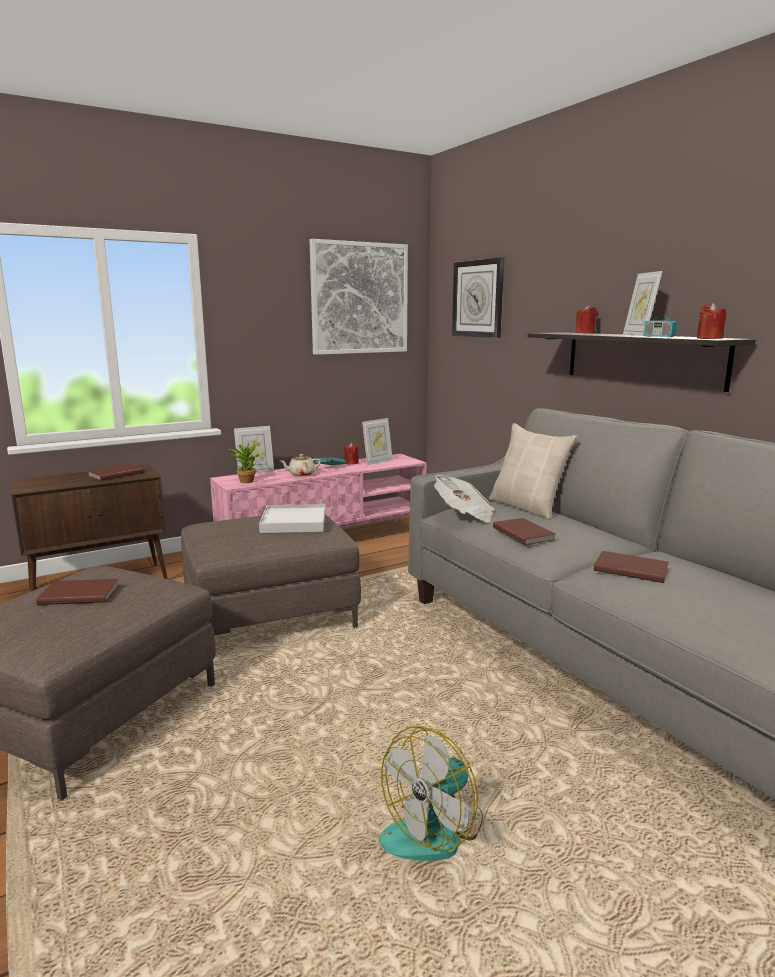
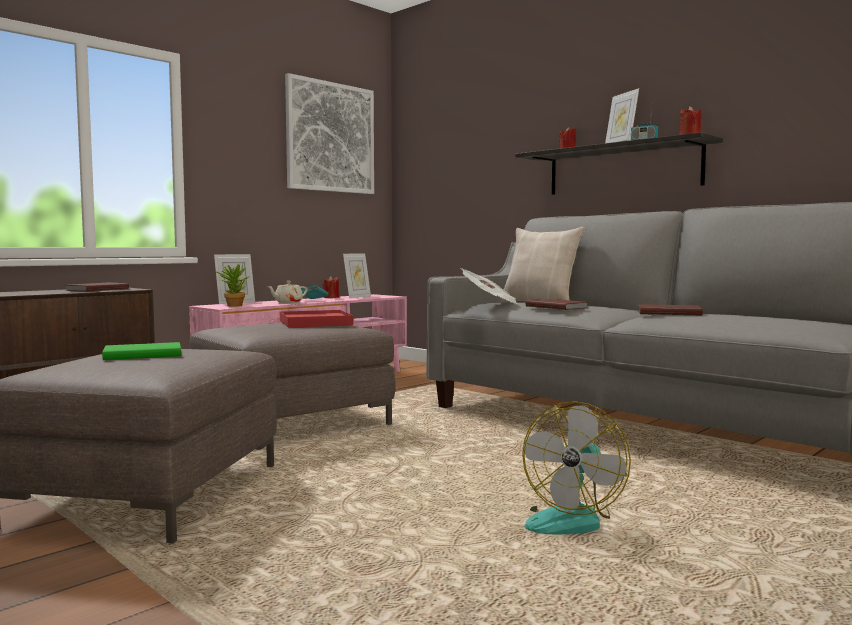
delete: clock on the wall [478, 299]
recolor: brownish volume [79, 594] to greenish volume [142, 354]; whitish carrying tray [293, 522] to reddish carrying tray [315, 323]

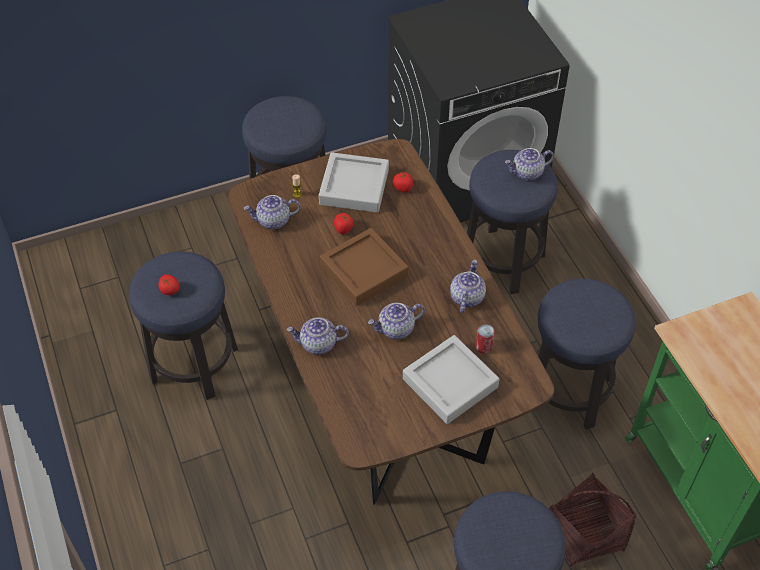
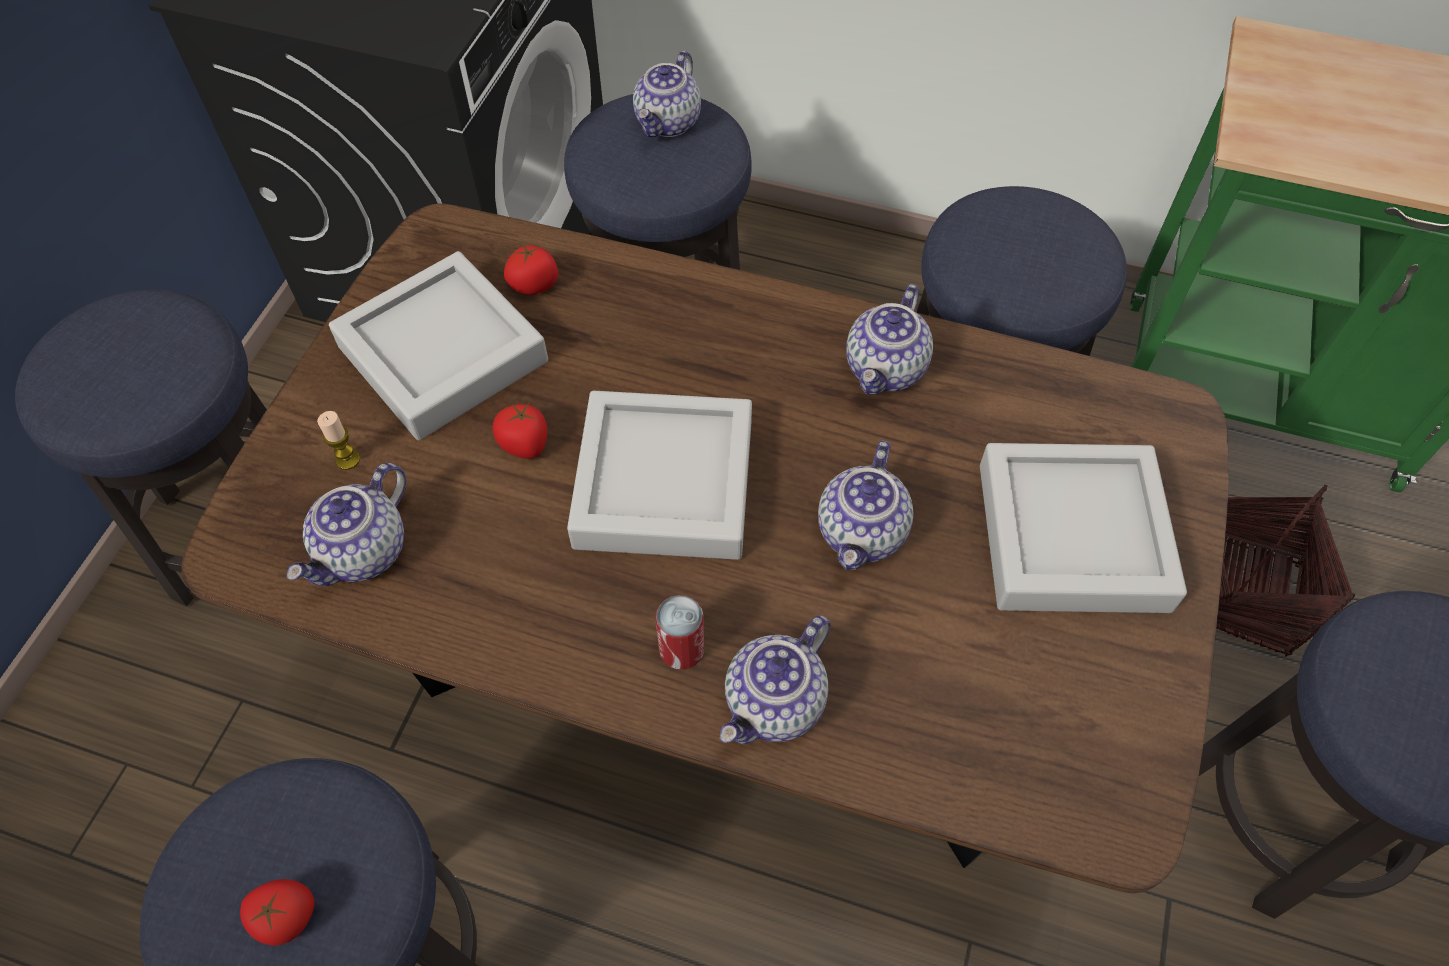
move: metal can [484, 347] to [681, 649]
recolor: brownish carrying tray [364, 270] to gray carrying tray [664, 484]
rotate: teapot [466, 297] = [886, 369] 120 degrees counterclockwise

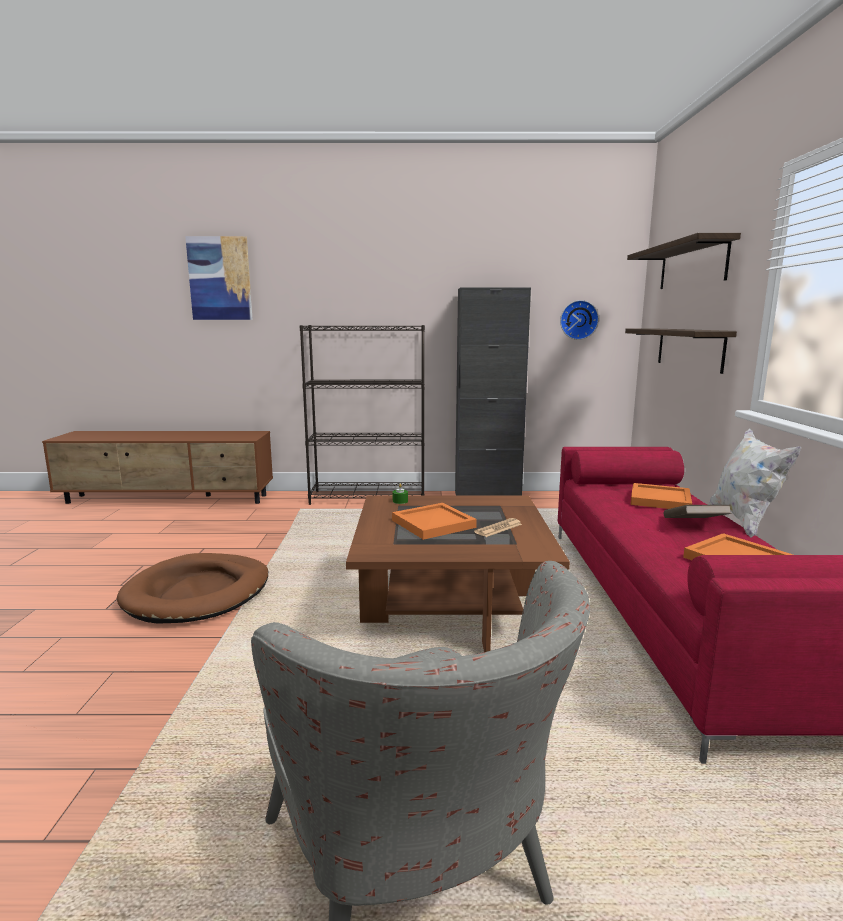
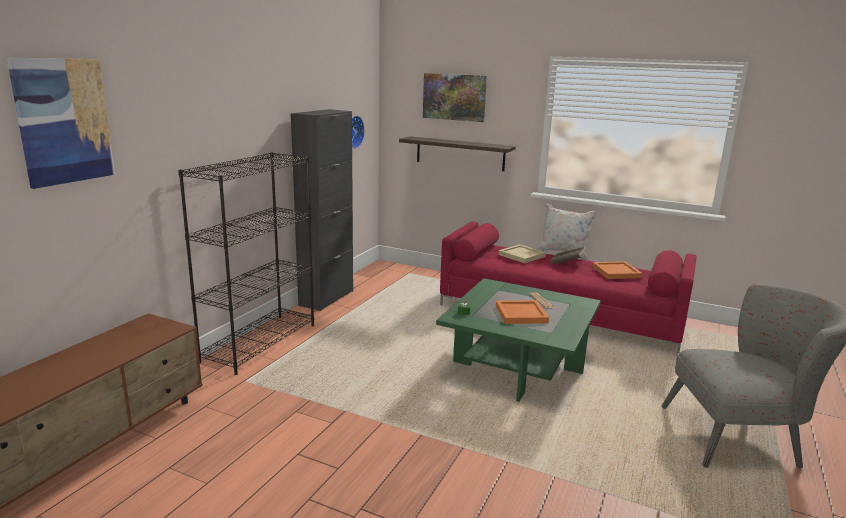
delete: brownish dog cushion [198, 593]
replace: wall shelf [692, 265] to picture [454, 97]
recolor: brownish low table [450, 608] to greenish low table [517, 367]; orange carrying tray [661, 500] to beige-coloured carrying tray [522, 255]

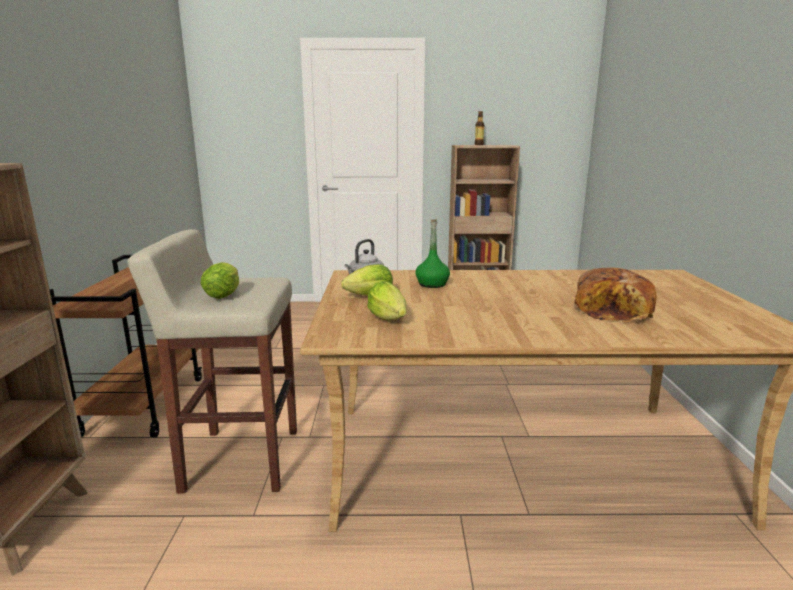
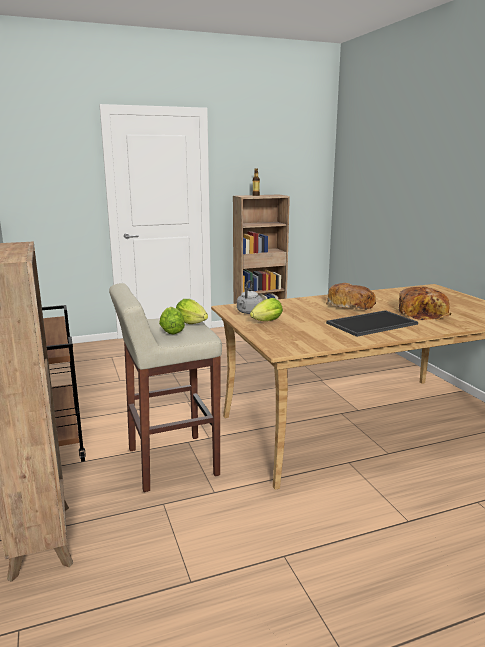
delete: greenish beverage bottle [432, 284]
insert: baked bread [350, 305]; carrying tray [372, 324]
move: lettuce head [389, 320] to [193, 324]

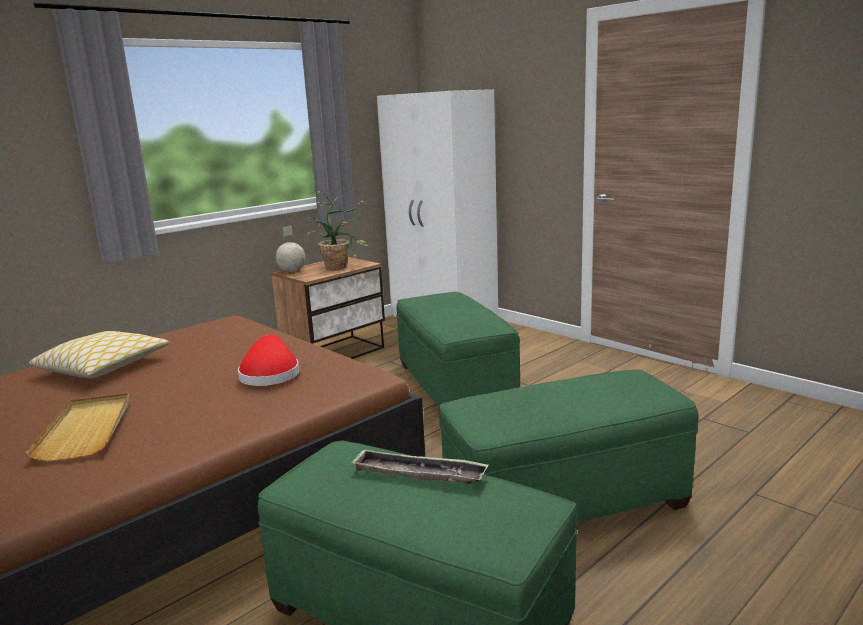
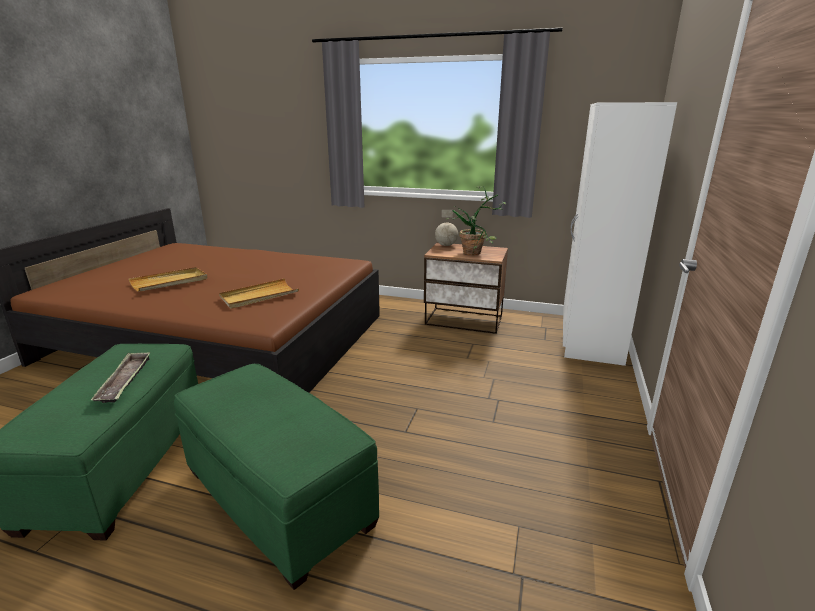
delete: throw pillow [103, 367]; greenish ottoman [455, 386]
replace: reddish wearable hat [270, 374] to beige-coloured carrying tray [259, 296]

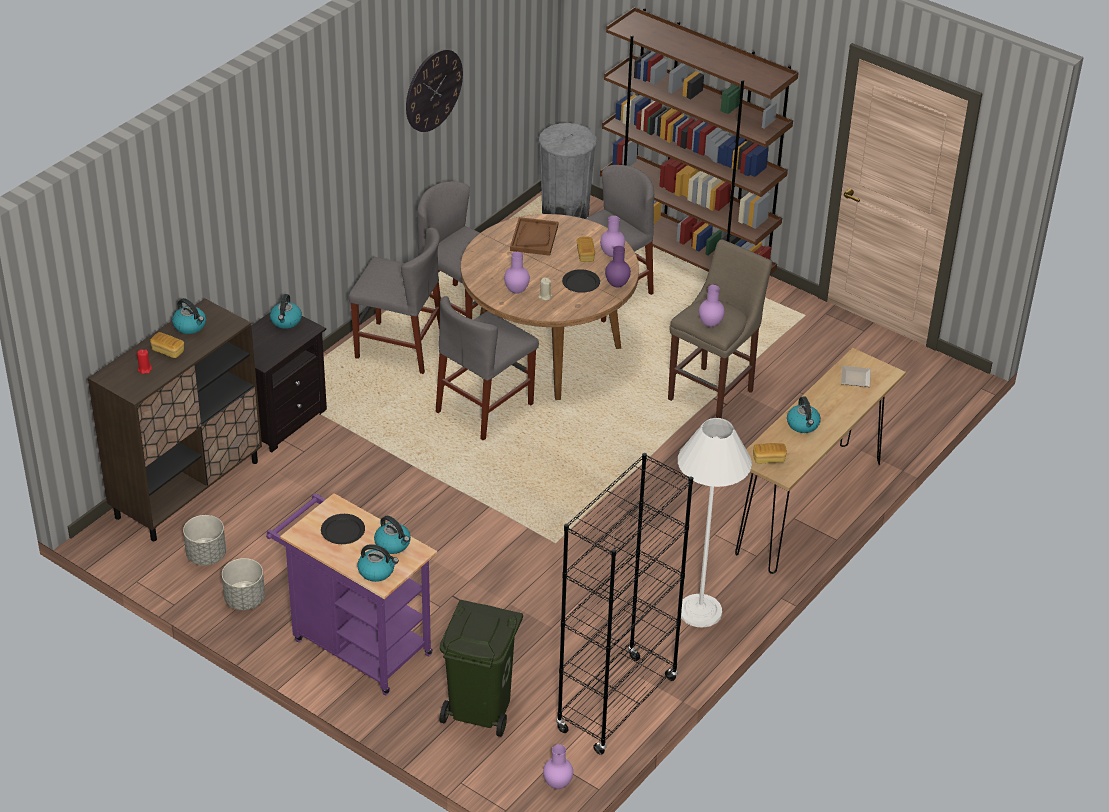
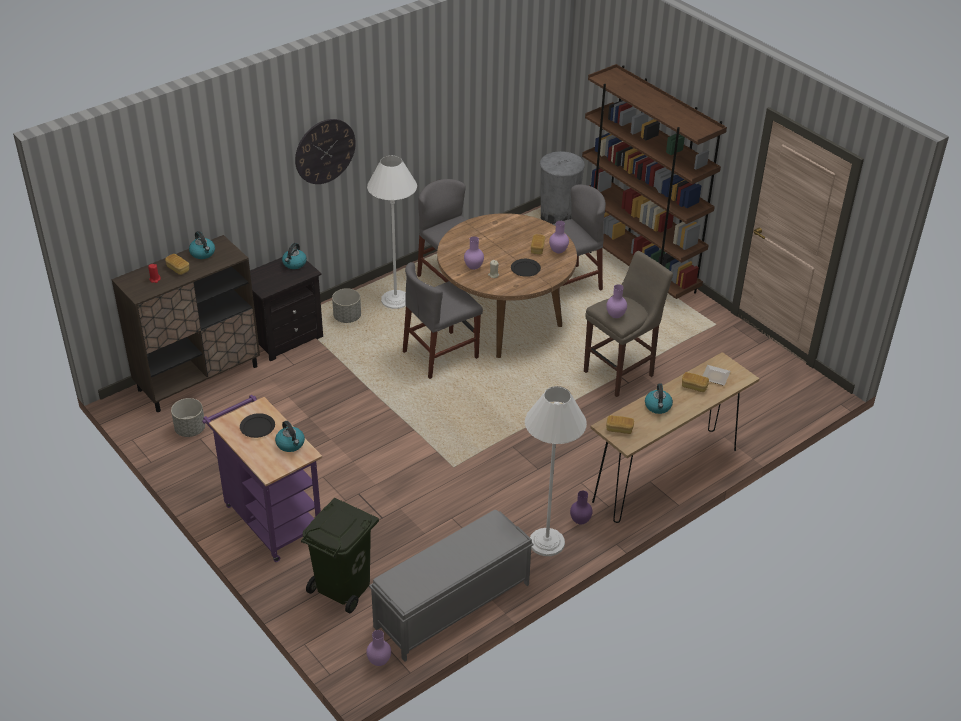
delete: tea kettle [377, 571]; brownish carrying tray [534, 238]
insert: baked bread [694, 386]
move: gray planter [244, 600] to [347, 317]; clock on the wall [433, 90] to [325, 151]; purple flower vase [617, 285] to [580, 521]
replace: gray chair [400, 348] to whitish standard lamp [395, 300]; blackish bookcase [617, 705] to gray indoor bench [451, 606]

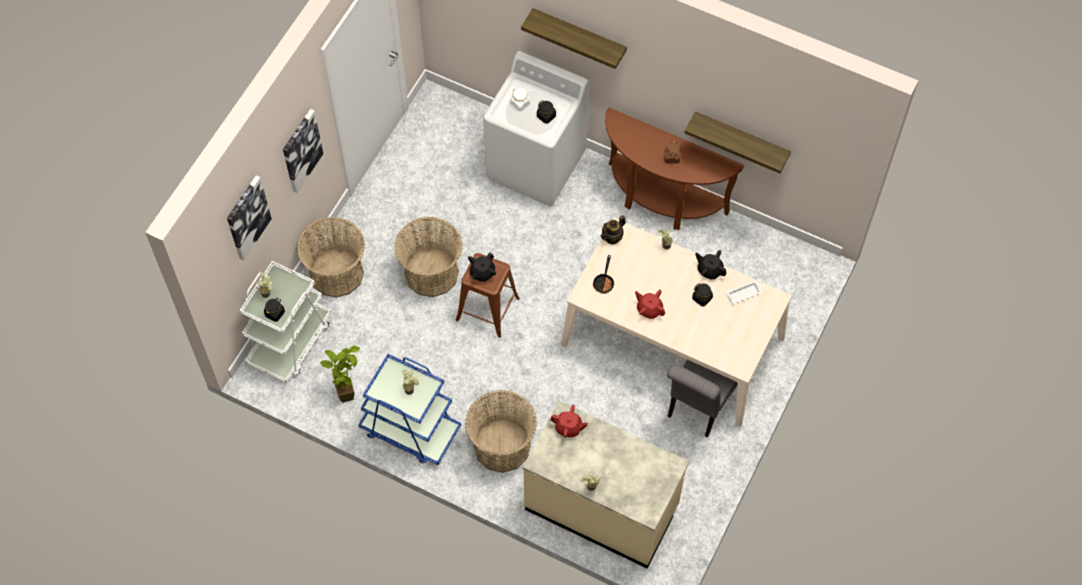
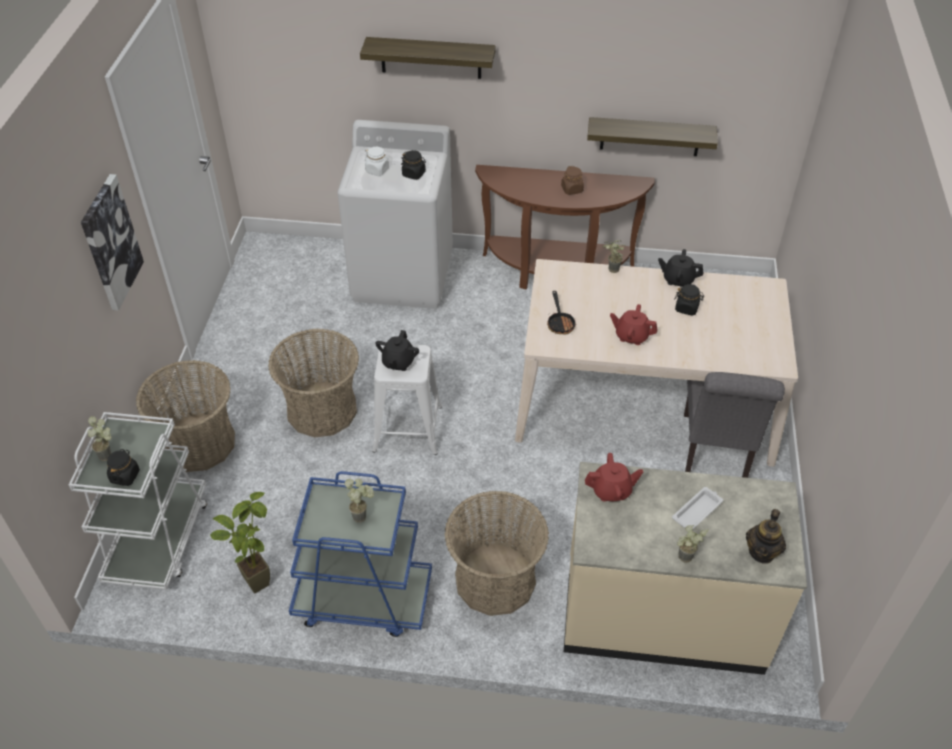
delete: picture [247, 217]
move: teapot [612, 237] to [762, 552]; whitish carrying tray [744, 293] to [697, 510]
recolor: brownish sitting stool [487, 308] to whitish sitting stool [407, 428]

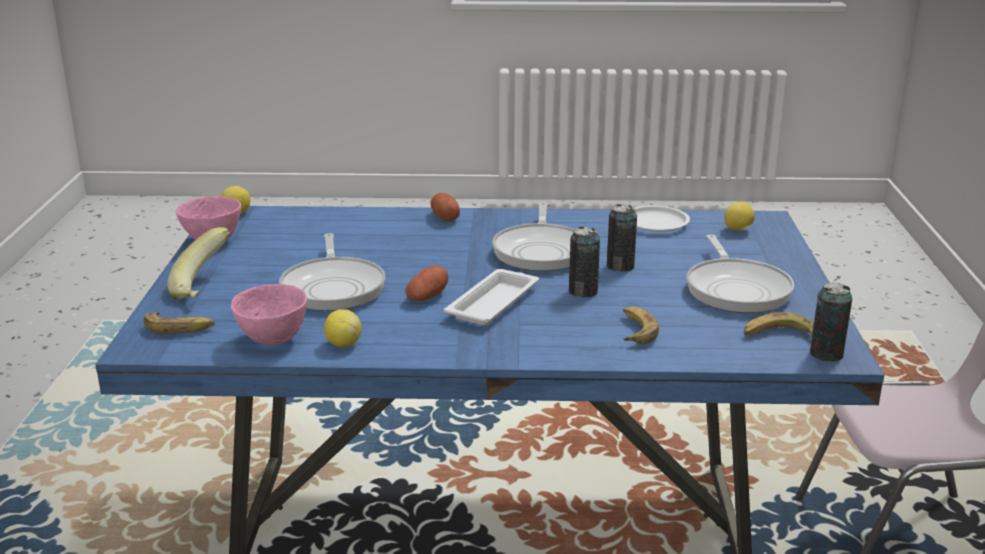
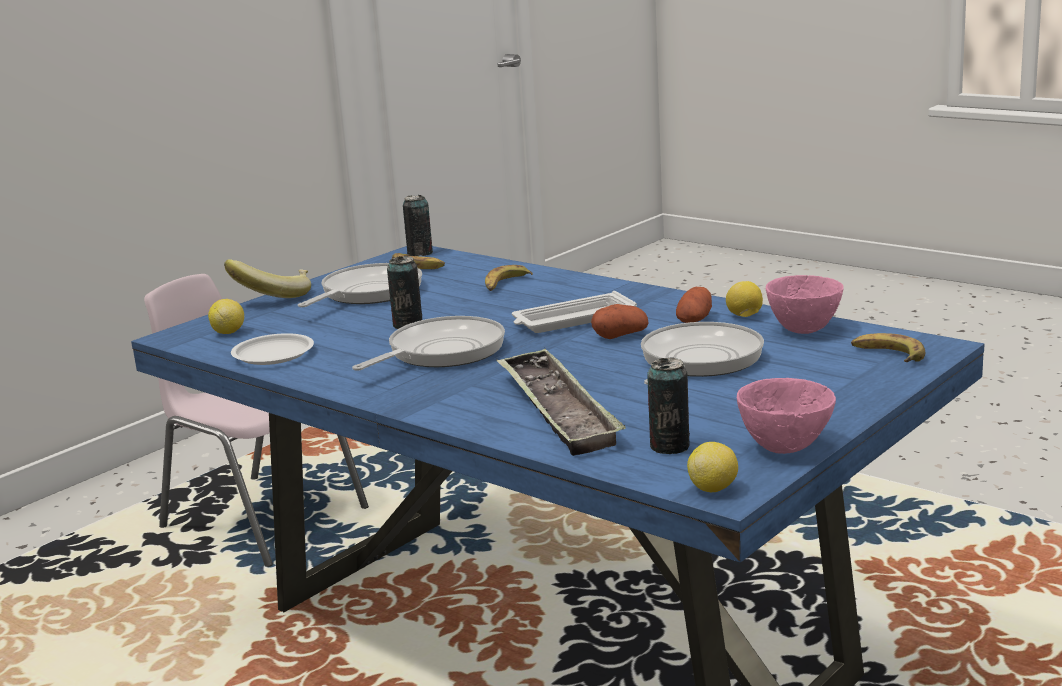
insert: carrying tray [557, 410]
move: whole banana [205, 288] to [274, 296]; potato [444, 217] to [694, 320]; metal can [583, 292] to [669, 446]

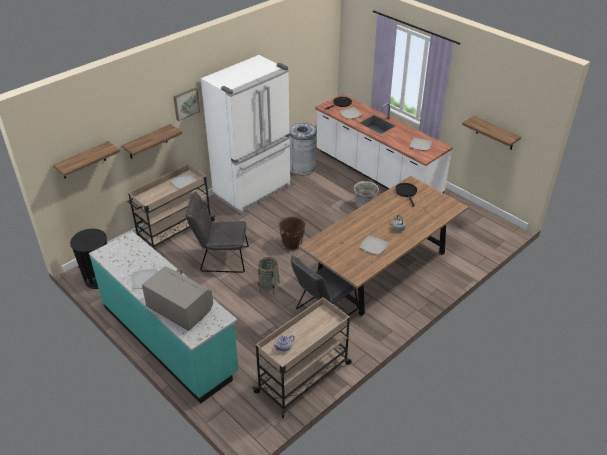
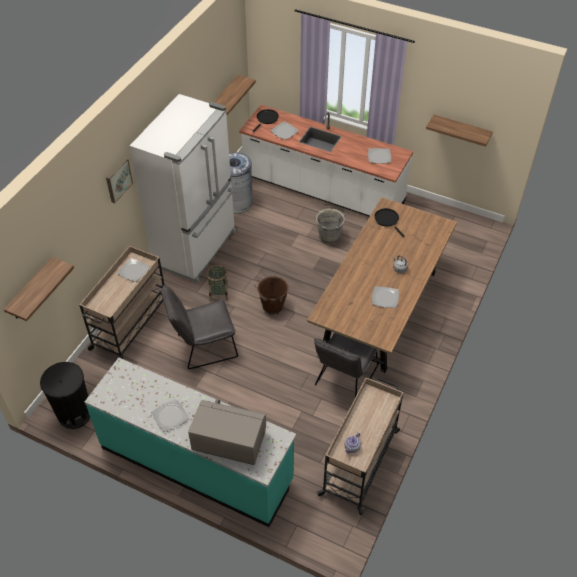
move: wall shelf [147, 142] to [224, 98]; household basket [268, 286] to [218, 293]

